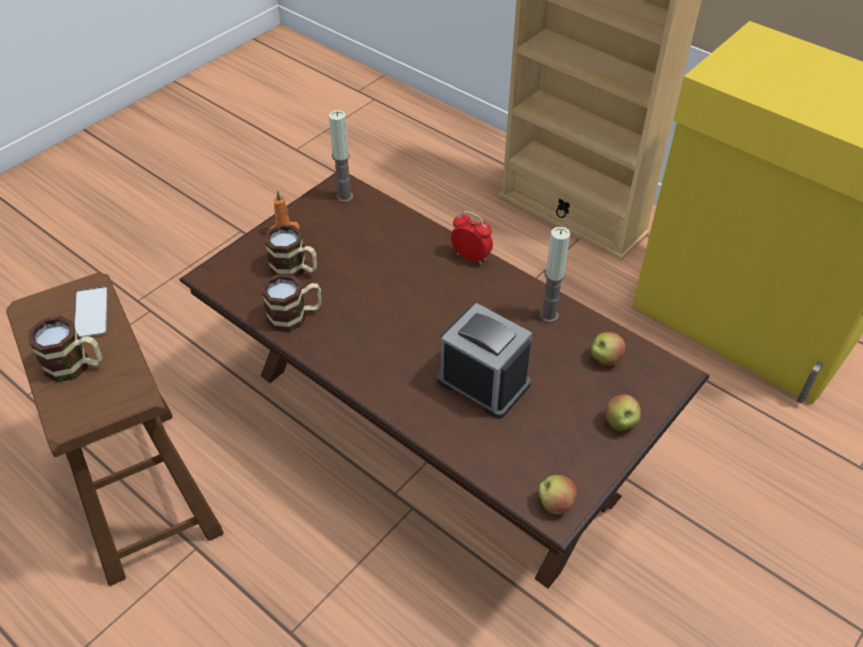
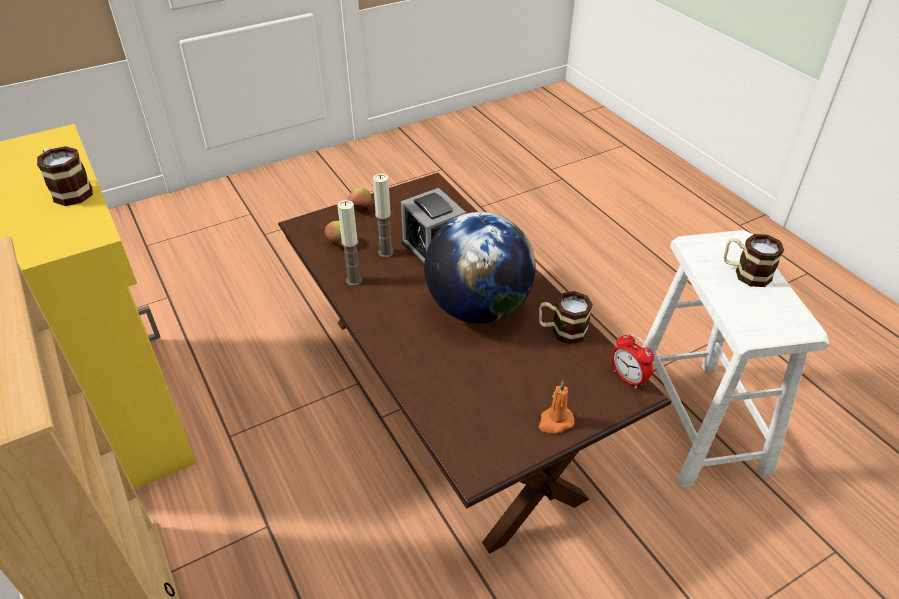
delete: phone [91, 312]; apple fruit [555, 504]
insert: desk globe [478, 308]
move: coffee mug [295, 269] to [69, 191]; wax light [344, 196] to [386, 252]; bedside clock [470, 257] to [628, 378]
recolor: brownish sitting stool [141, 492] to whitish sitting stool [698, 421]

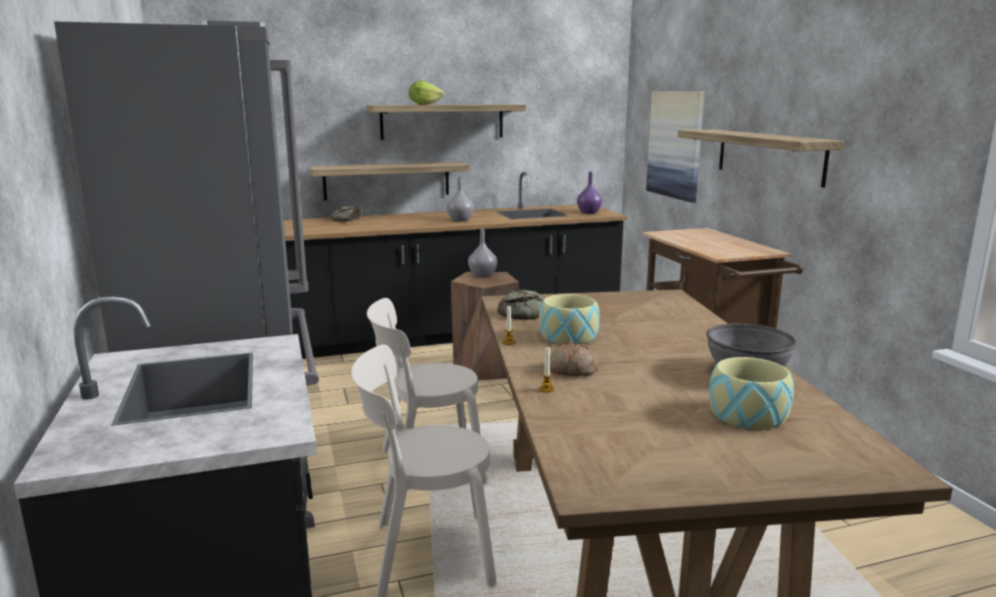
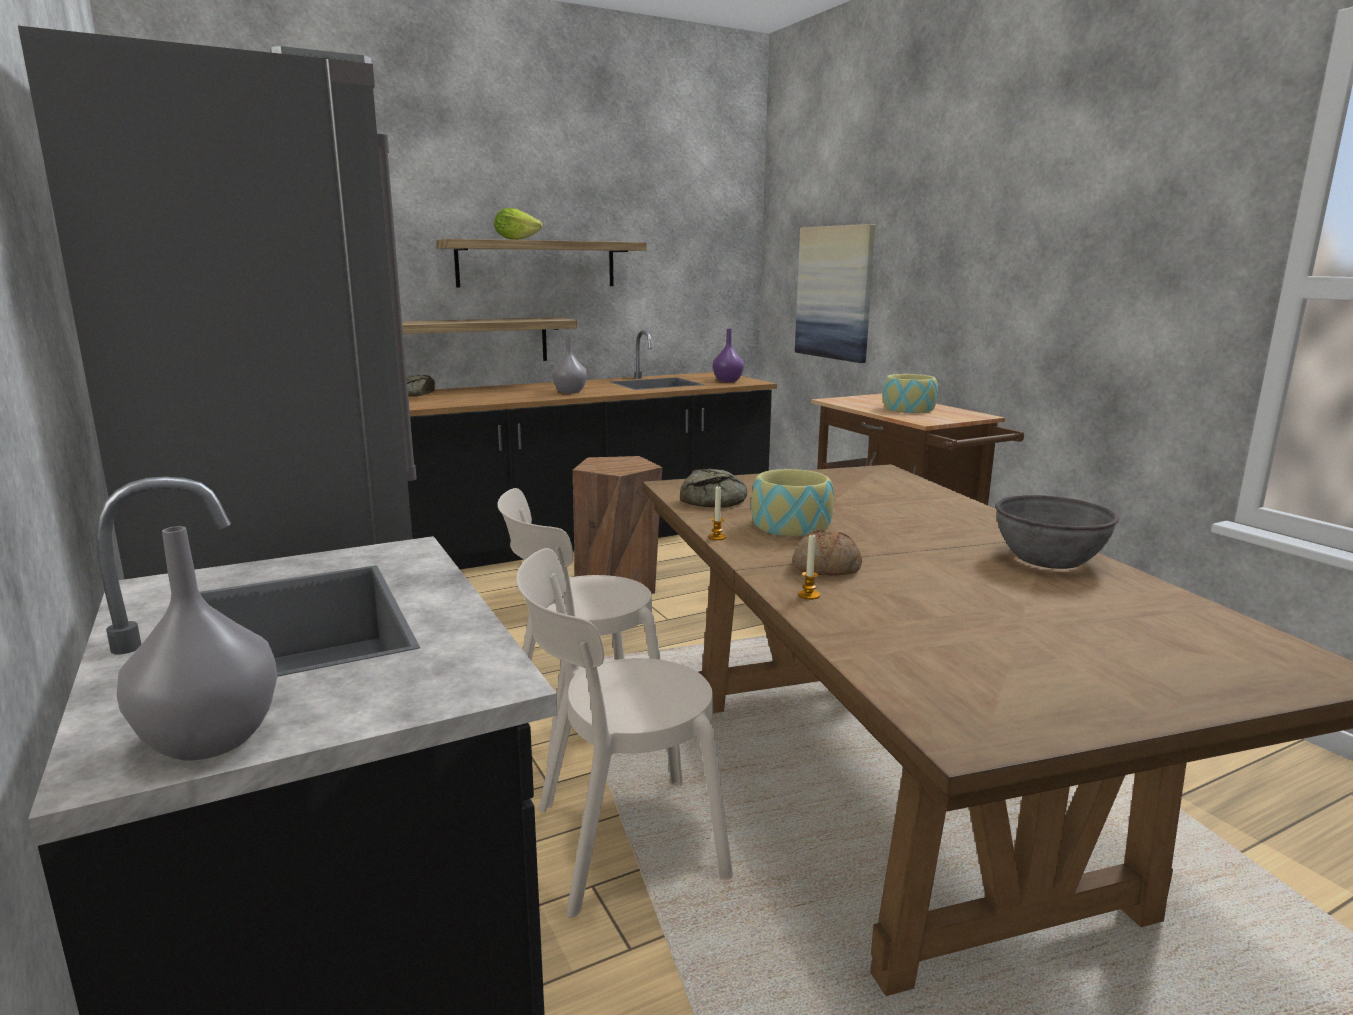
delete: wall shelf [769, 156]
move: gray flower vase [482, 275] to [207, 740]; deep dish [748, 414] to [908, 409]

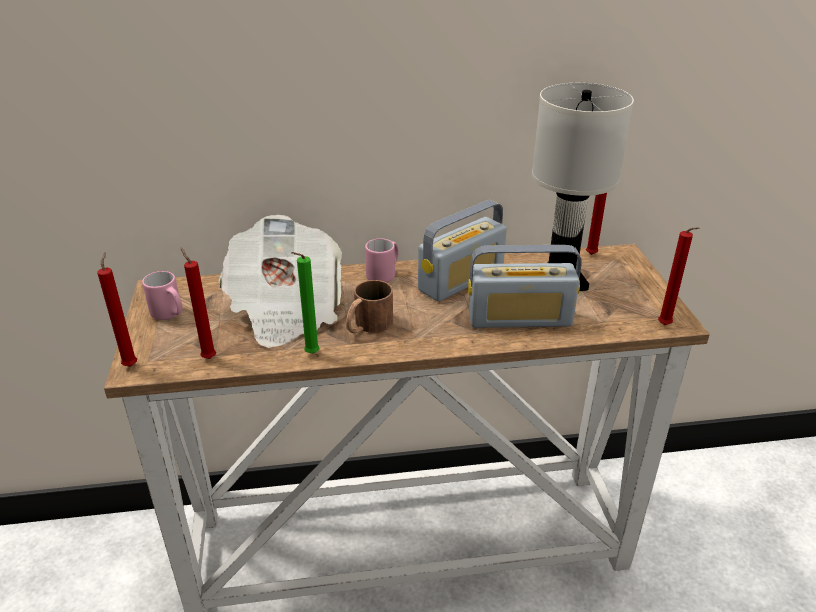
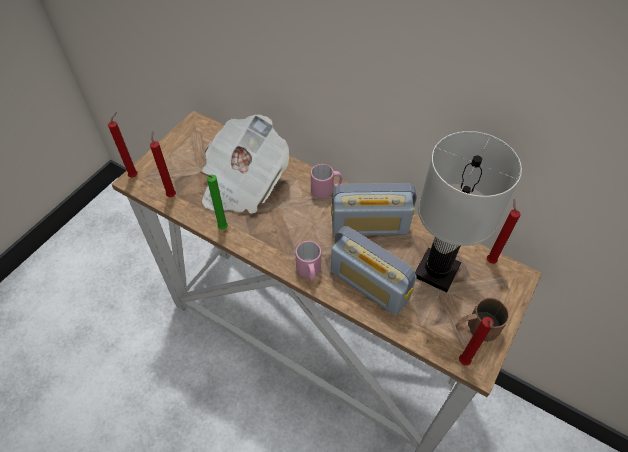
move: pink-coloured coffee mug [170, 315] to [309, 272]; brownish coffee mug [367, 326] to [475, 328]

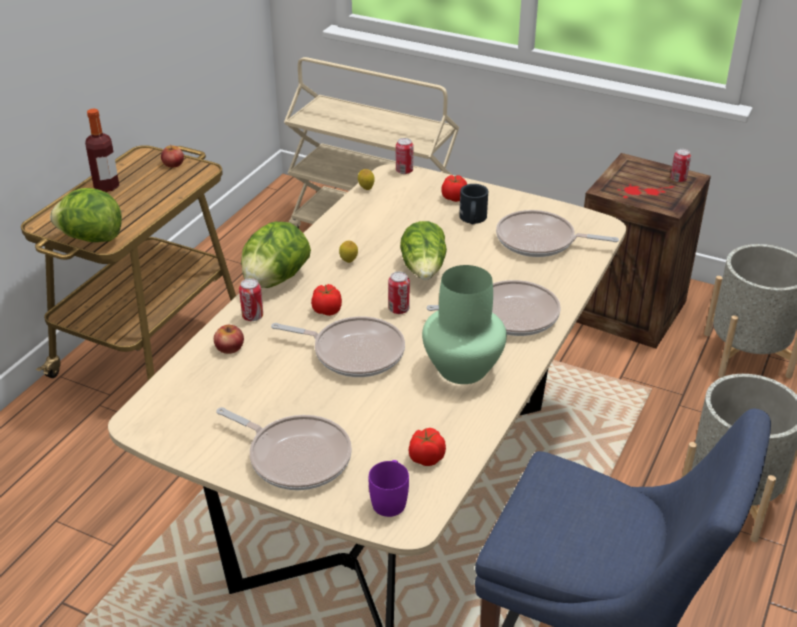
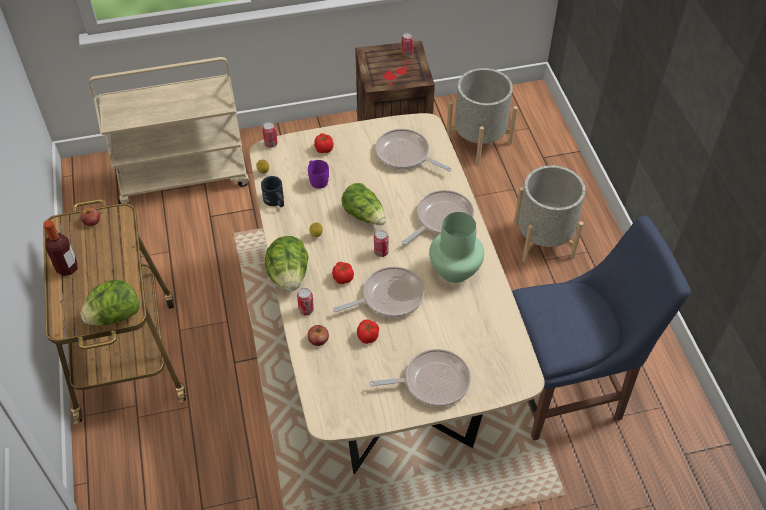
move: purple coffee mug [390, 499] to [317, 179]; tomato [426, 458] to [367, 337]; blackish coffee mug [472, 220] to [275, 201]
rotate: pan [540, 241] = [405, 155] 60 degrees clockwise

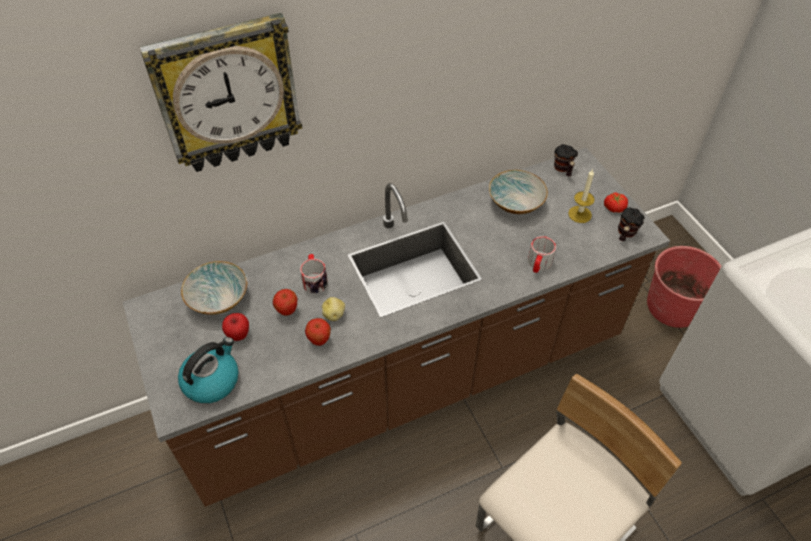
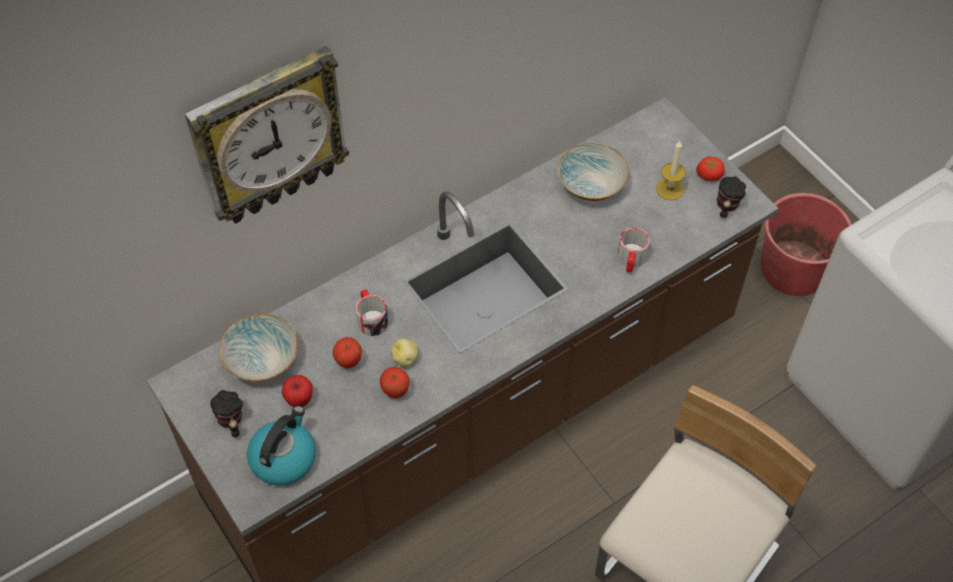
move: coffee mug [563, 169] to [231, 422]

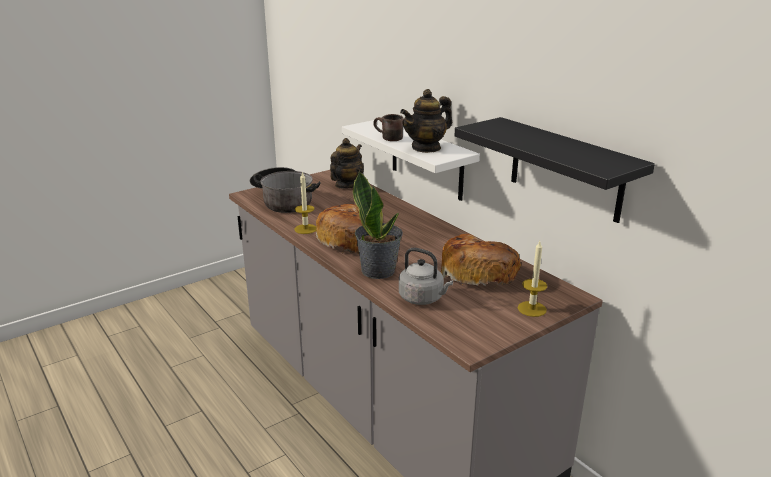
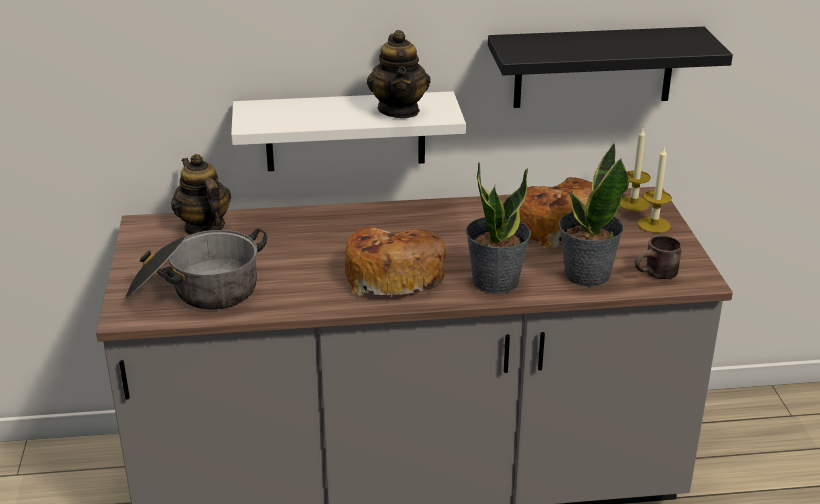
move: wax light [305, 229] to [633, 204]; brownish coffee mug [387, 138] to [657, 275]
replace: gray tea kettle [423, 298] to houseplant [586, 274]

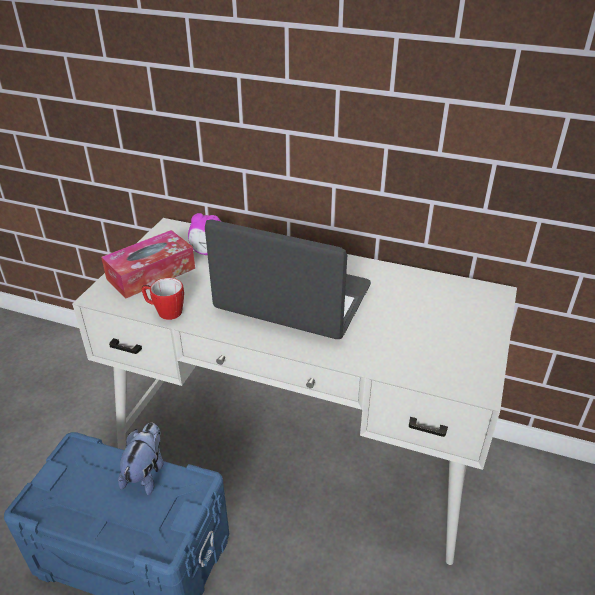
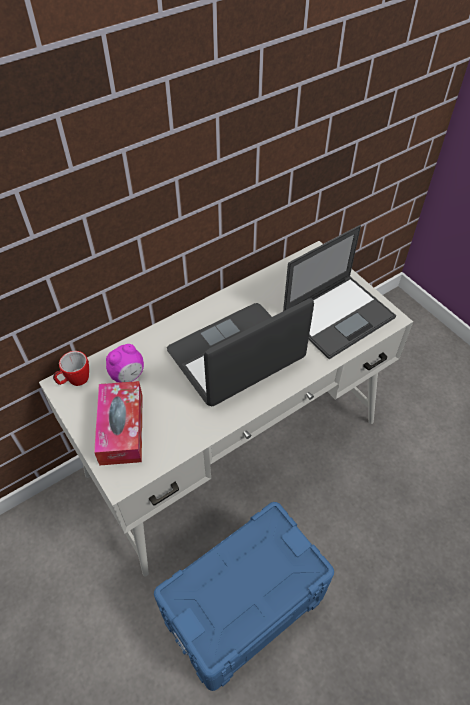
delete: plush toy [146, 473]
insert: portable computer [339, 315]
move: coffee mug [165, 312] to [75, 380]

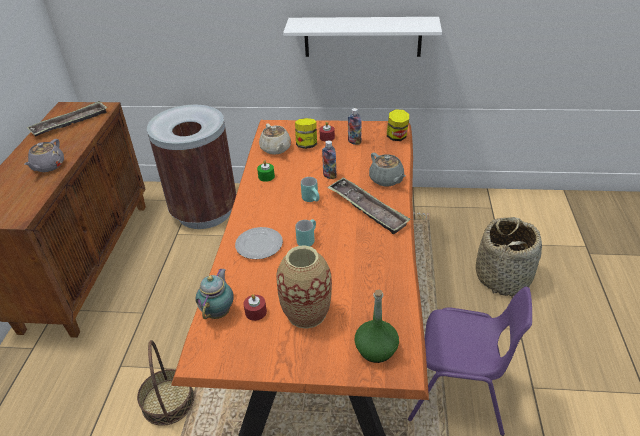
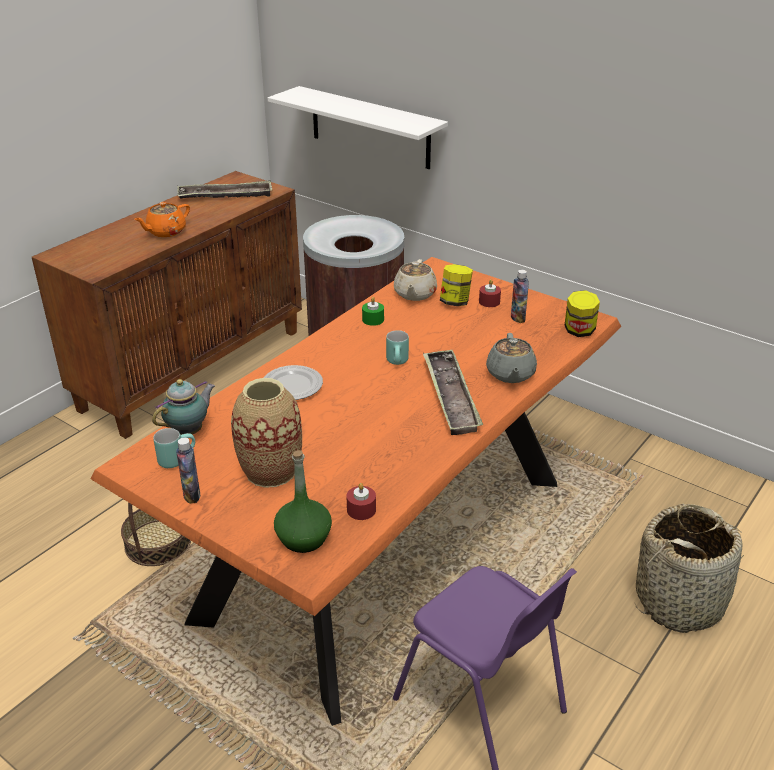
move: reddish wax light [256, 312] to [361, 510]; whitish wall shelf [362, 37] to [370, 128]; turquoise coffee mug [306, 239] to [176, 458]; beverage bottle [329, 176] to [192, 495]
recolor: gray teapot [48, 166] to orange teapot [165, 232]

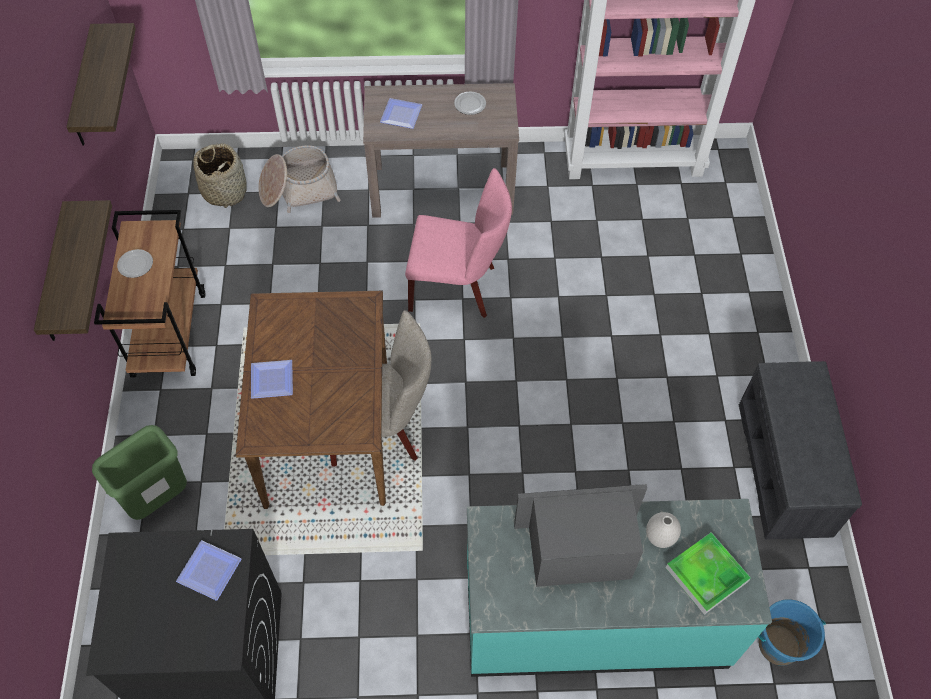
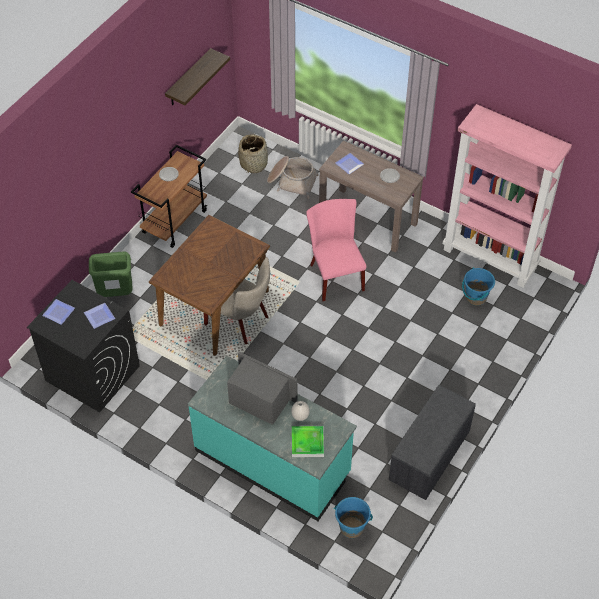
delete: wall shelf [56, 276]
insert: bluish pail [476, 297]
move: dinner plate [273, 381] to [59, 313]
rotate: pink-coloured chair [458, 287] = [334, 274] 150 degrees counterclockwise

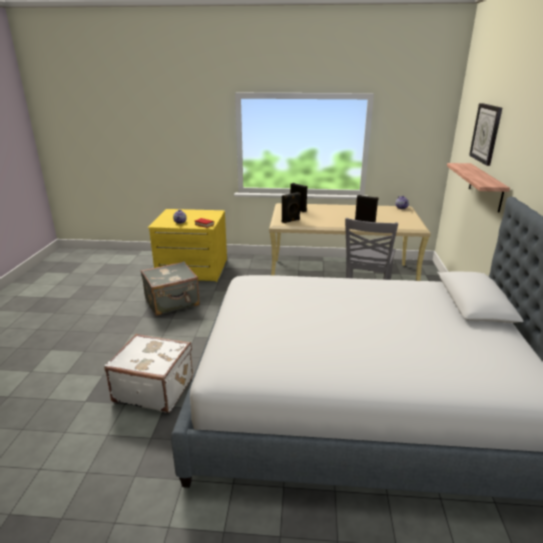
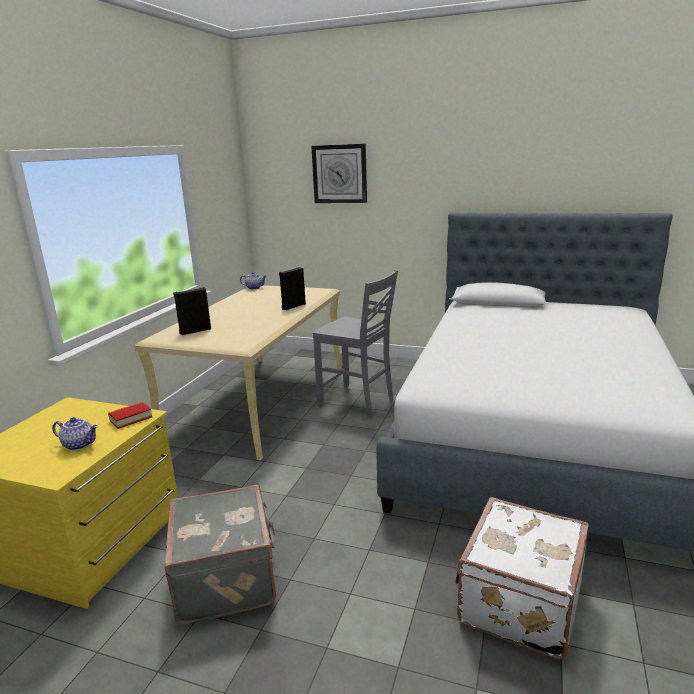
delete: blackish speaker [291, 221]; wall shelf [485, 187]

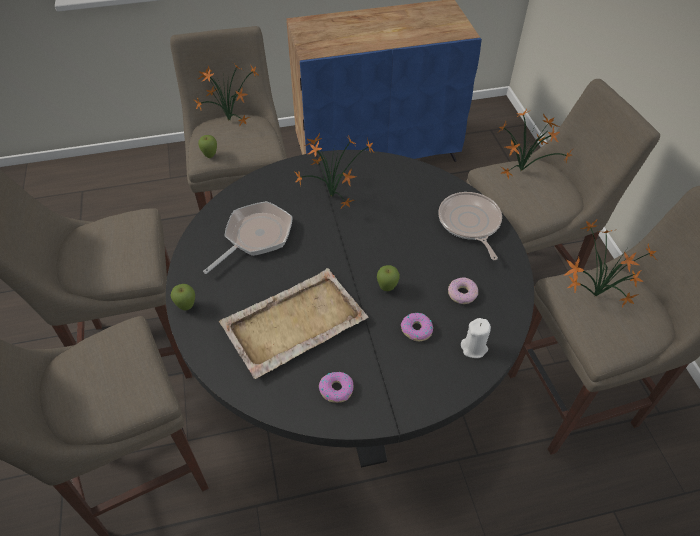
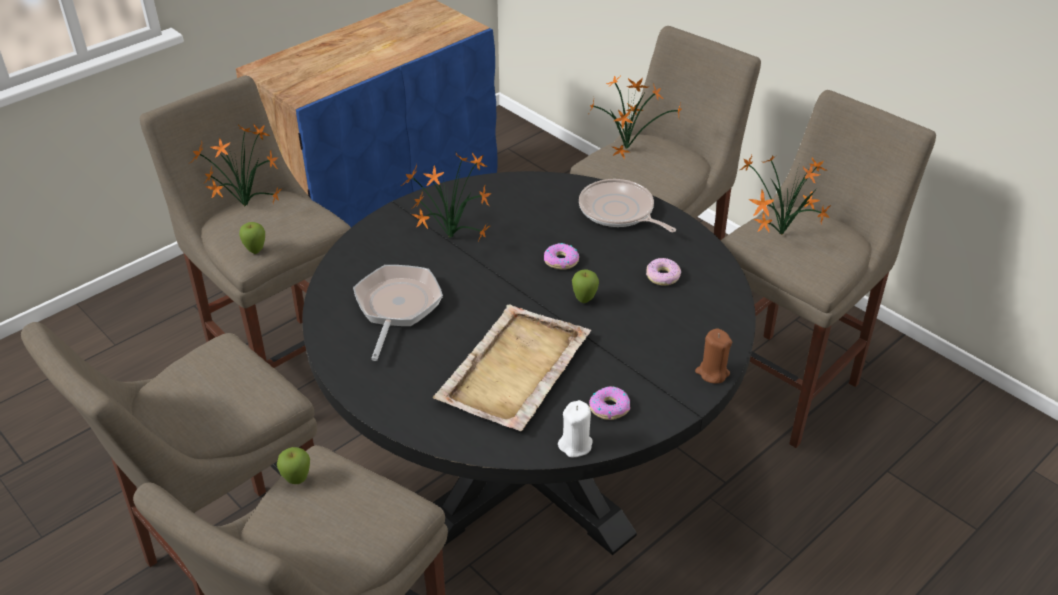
insert: brownish wax light [712, 372]
move: apple fruit [187, 307] to [297, 481]; ring doughnut [416, 329] to [561, 261]; whitish wax light [474, 348] to [575, 445]

